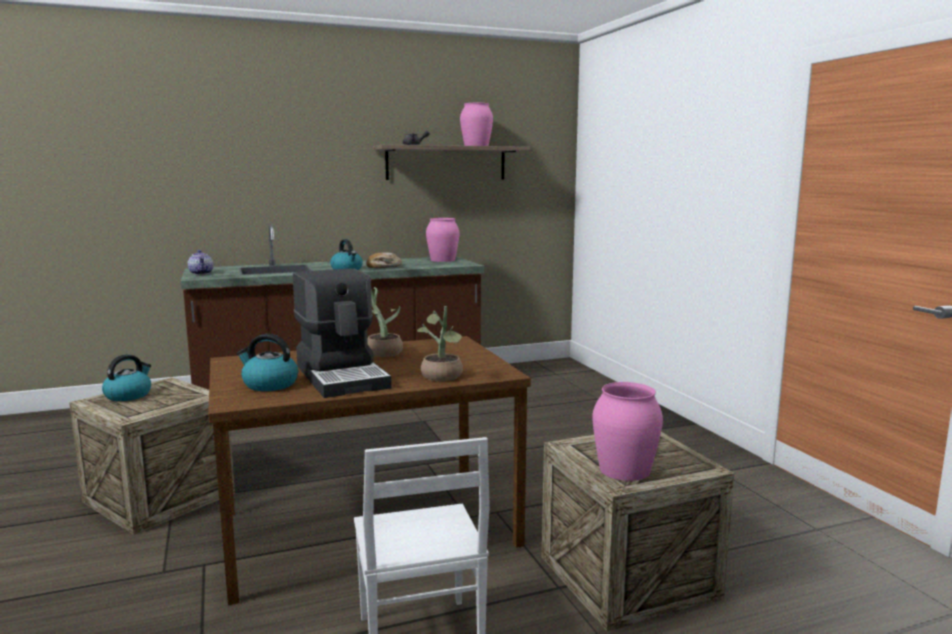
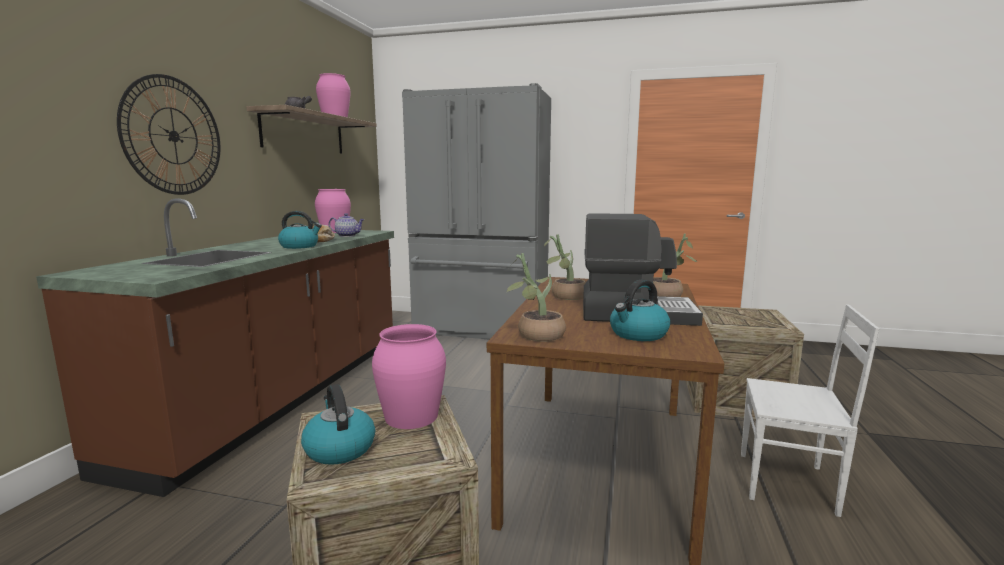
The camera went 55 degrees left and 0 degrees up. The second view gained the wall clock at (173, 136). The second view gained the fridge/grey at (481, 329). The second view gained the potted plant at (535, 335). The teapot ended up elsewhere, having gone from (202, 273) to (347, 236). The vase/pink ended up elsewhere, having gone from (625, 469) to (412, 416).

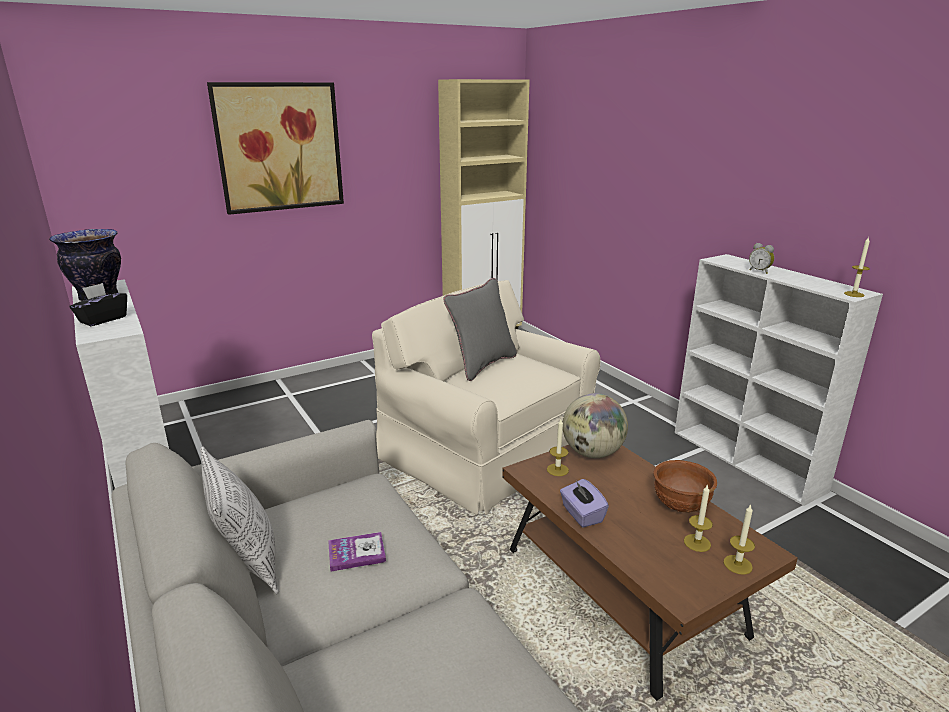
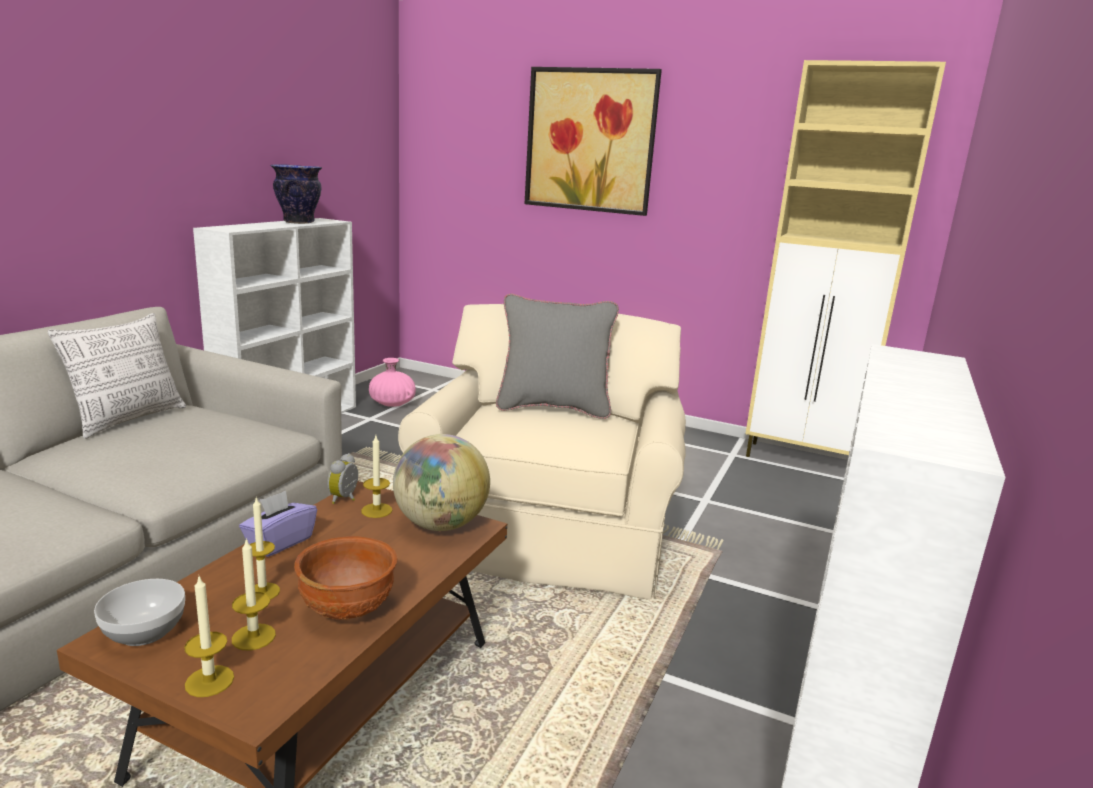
The camera went 55 degrees right and 5 degrees down. The second view lost the tissue box/black at (103, 319). The second view lost the book at (356, 553). The second view gained the bowl at (145, 631). The second view gained the vase/pink at (392, 404). The alarm clock ended up elsewhere, having gone from (759, 271) to (345, 499). The candle ended up elsewhere, having gone from (854, 294) to (262, 592).

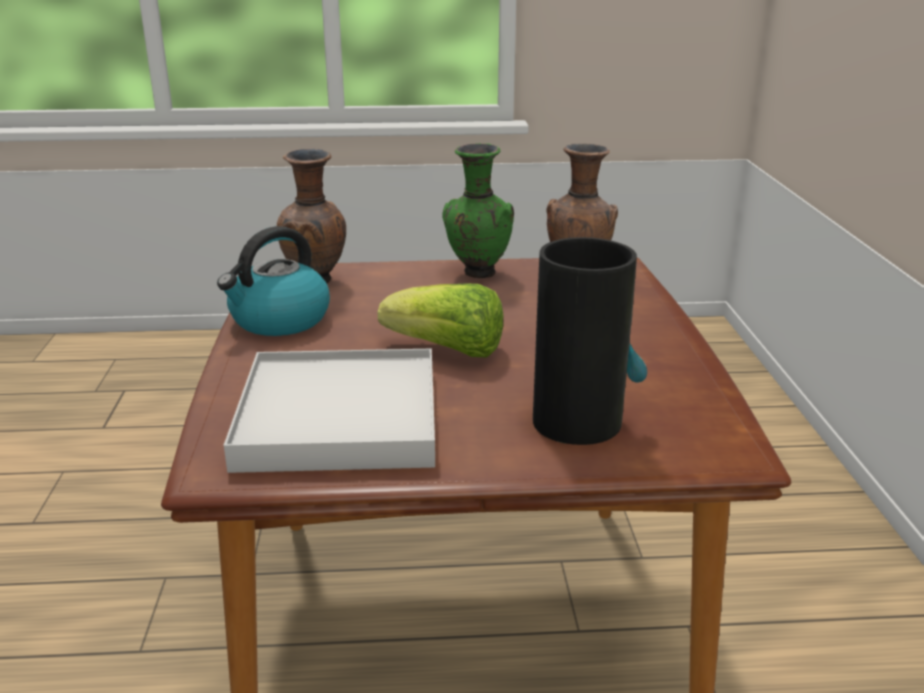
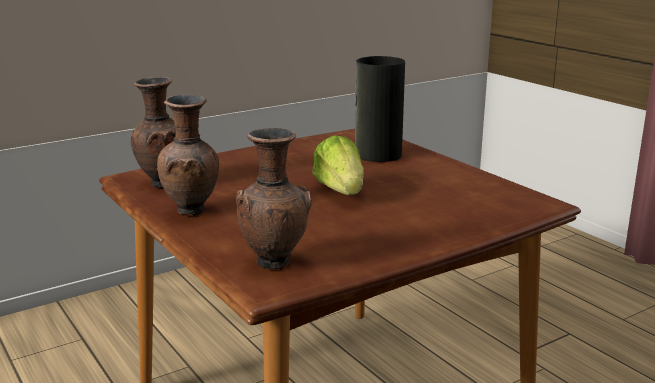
The camera went 120 degrees left and 5 degrees down. The second view lost the kettle at (279, 320). The second view lost the tray/white at (340, 417). What was the vase/green at (477, 274) turned into the vase/brown at (192, 212).

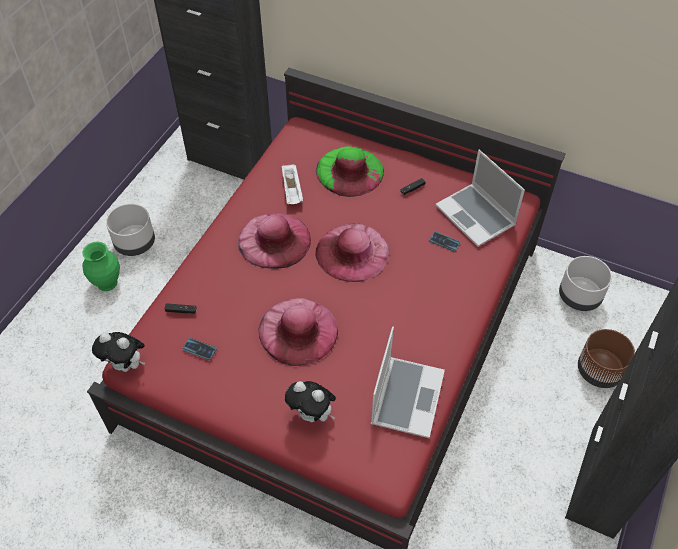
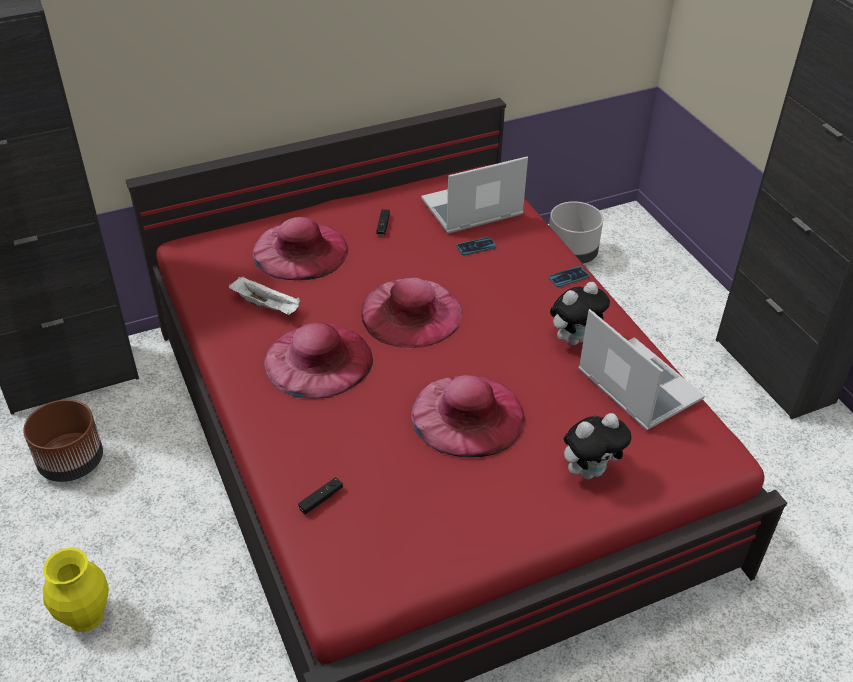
The camera went 50 degrees left and 10 degrees down. The second view lost the planter/grey at (135, 243). The plush toy ended up elsewhere, having gone from (126, 365) to (574, 338). The phone ended up elsewhere, having gone from (199, 349) to (568, 277). The planter/brown ended up elsewhere, having gone from (599, 371) to (72, 462). What was the vase/green at (106, 282) turned into the vase/yellow at (84, 616). What was the hat/green at (350, 171) turned into the hat/pink at (300, 250). The laptop at (476, 216) ended up facing another way, 150 degrees clockwise from before.

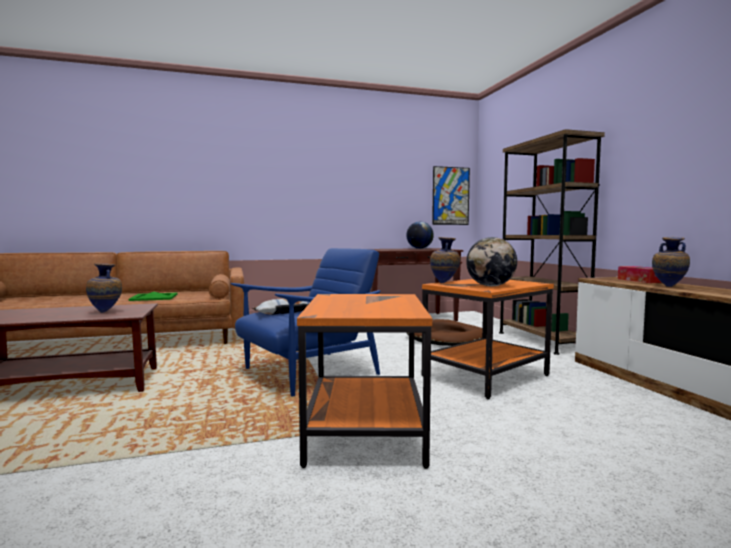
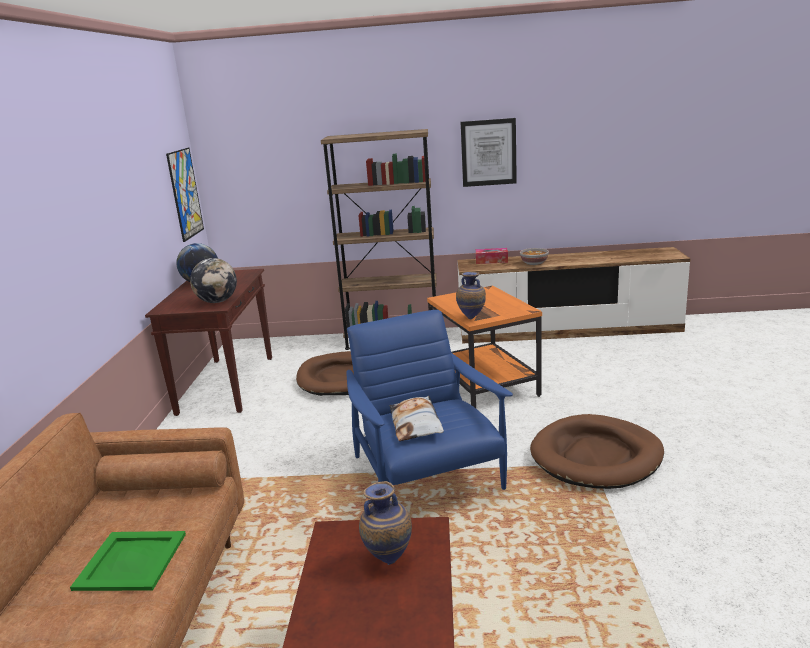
The camera went 70 degrees left and 15 degrees up. The second view gained the picture at (488, 152). The globe ended up elsewhere, having gone from (490, 286) to (217, 301). Where the side table/orange stood at (367, 432), the dog bed/brown came to stand at (596, 456). Where the vase stood at (668, 287), the bowl came to stand at (534, 263).

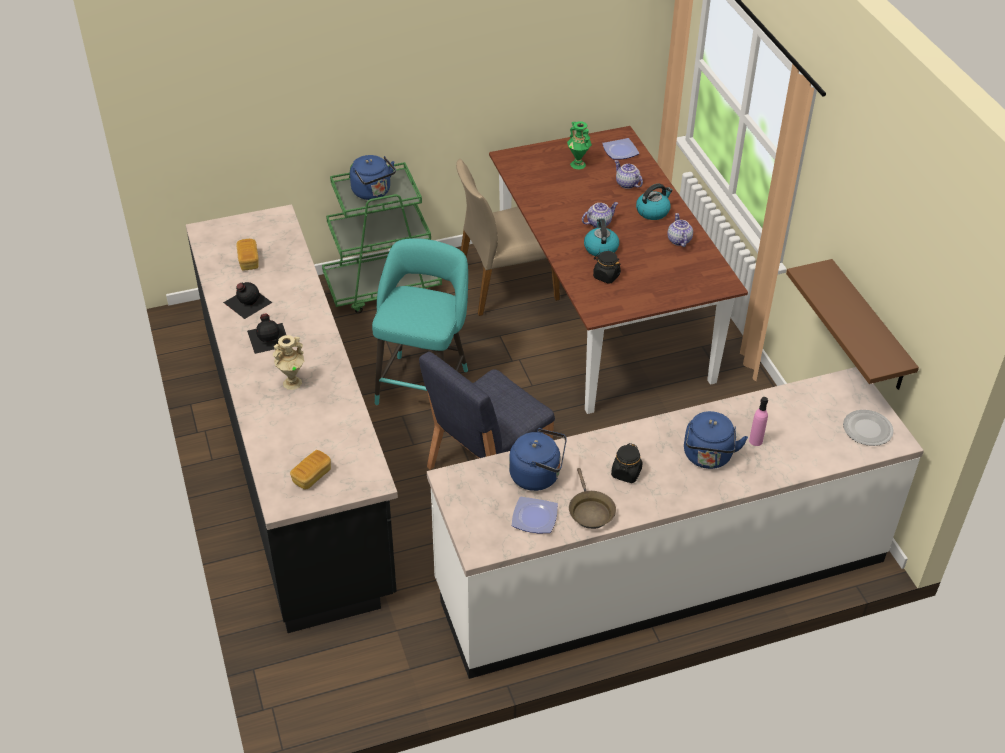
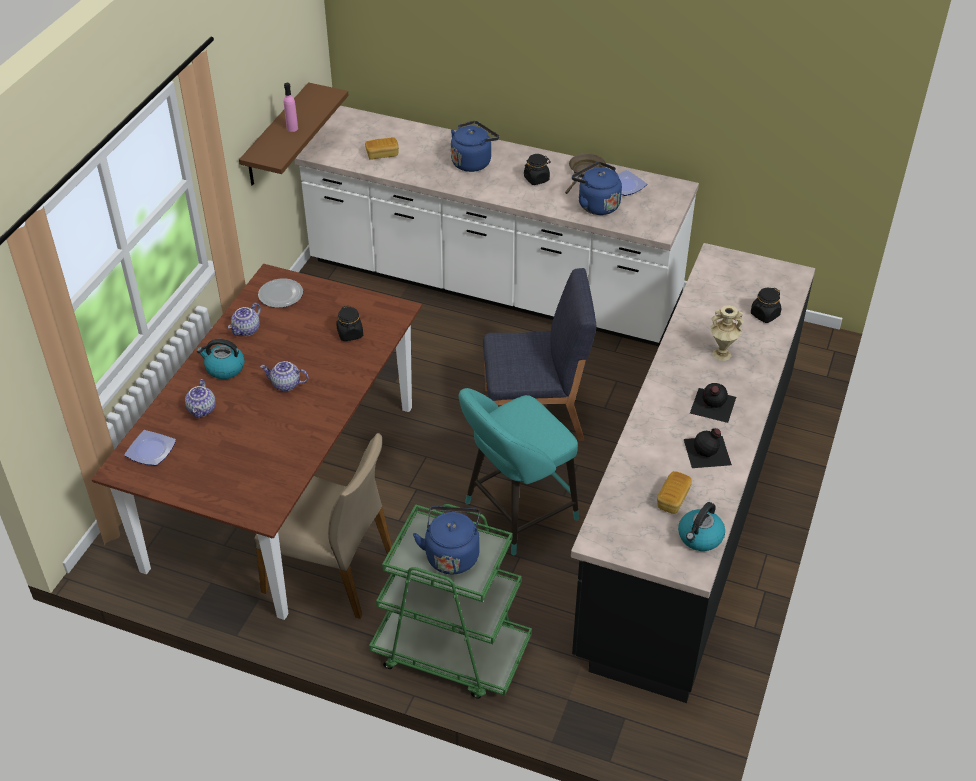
The camera went 140 degrees left and 0 degrees up. The second view lost the vase/green at (578, 164). The second view gained the jar/black at (764, 315). The bread ended up elsewhere, having gone from (312, 476) to (382, 155). The kettle ended up elsewhere, having gone from (600, 248) to (700, 537). The bottle/pink ended up elsewhere, having gone from (755, 441) to (292, 128). The plate ended up elsewhere, having gone from (868, 429) to (280, 294).

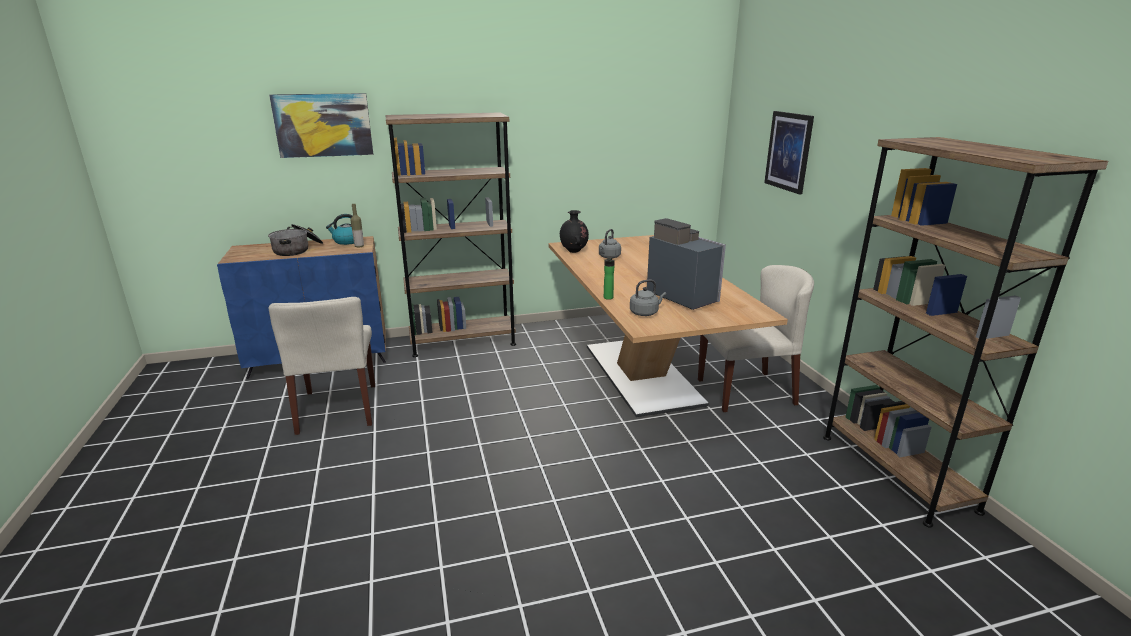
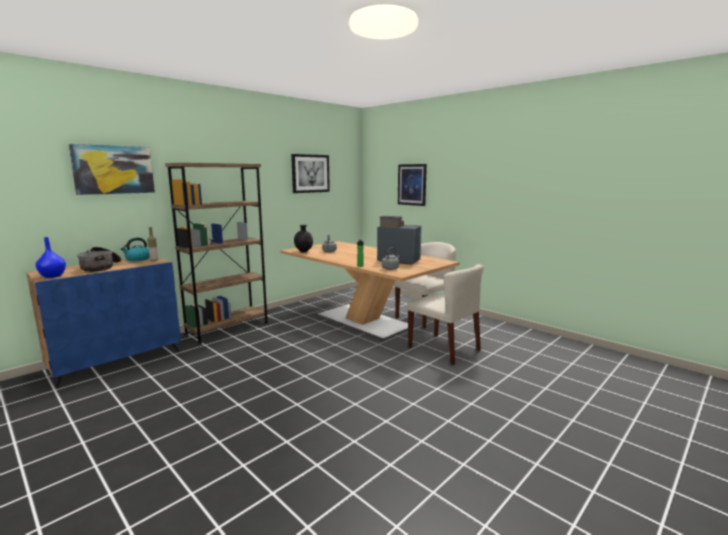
The camera went 30 degrees left and 10 degrees down. The second view lost the bookcase/brown at (896, 472). The second view gained the vase/blue at (53, 276). The second view gained the picture at (310, 173). The chair/beige ended up elsewhere, having gone from (338, 408) to (444, 349).

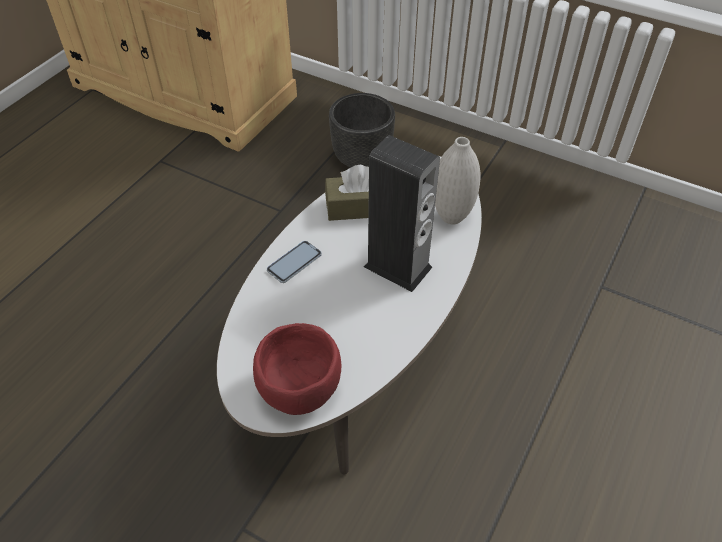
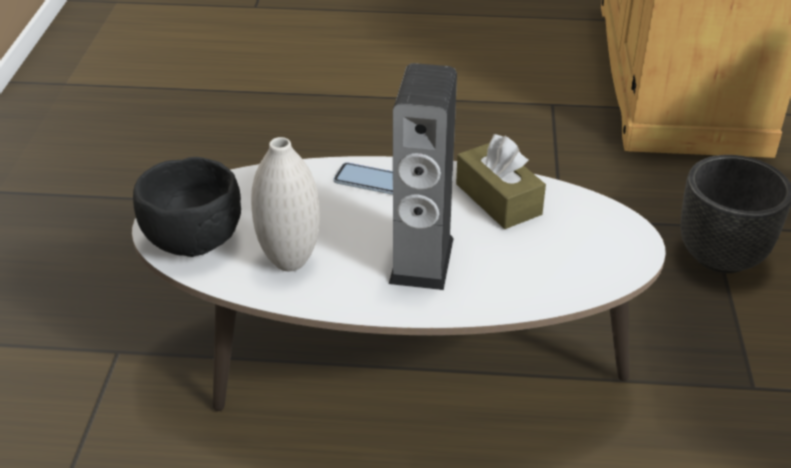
The camera went 65 degrees right and 10 degrees down. The vase/white ended up elsewhere, having gone from (451, 217) to (290, 261). What was the bowl/red at (301, 391) turned into the bowl/black at (193, 242).

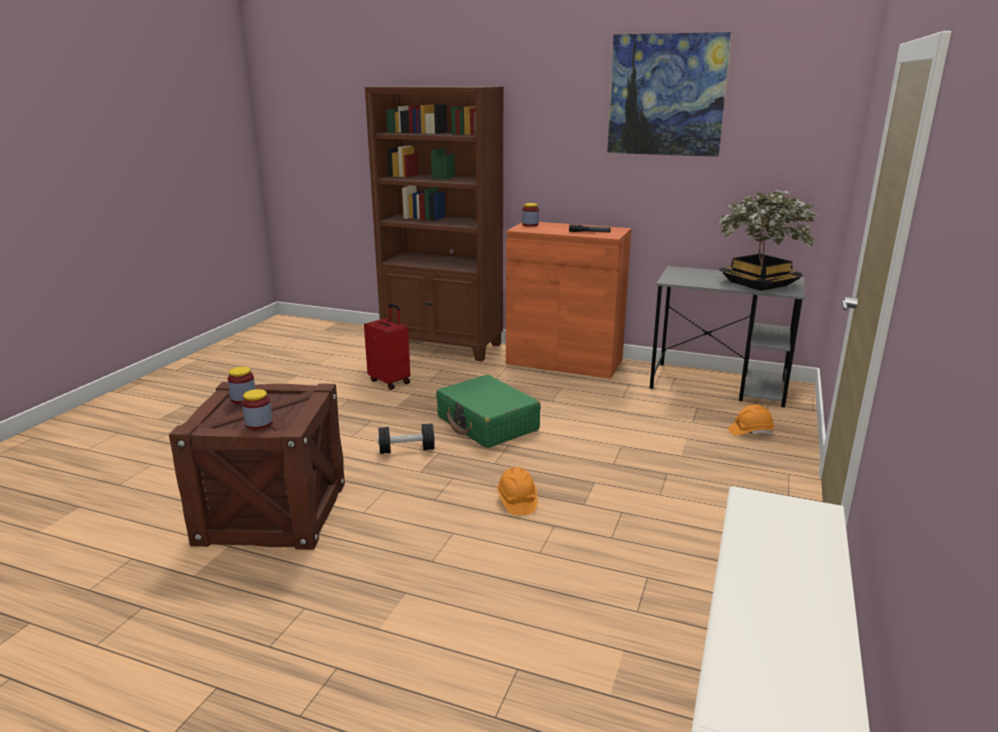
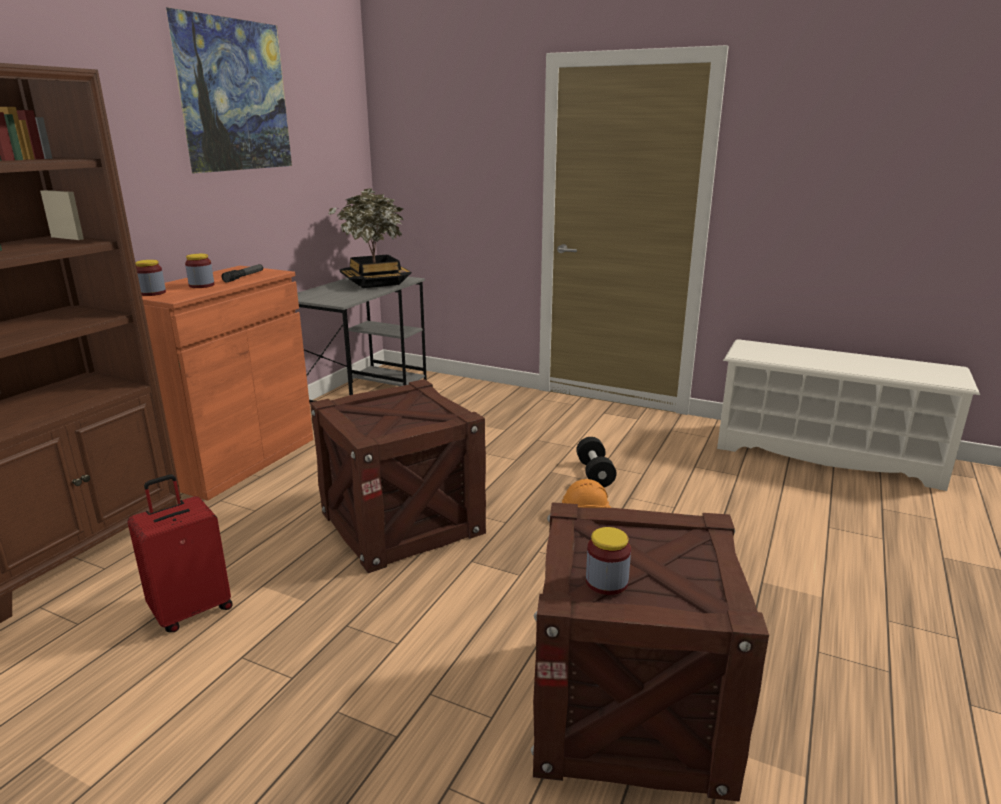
The camera went 85 degrees left and 0 degrees up. The second view lost the hard hat/orange at (750, 432). The jar ended up elsewhere, having gone from (259, 424) to (201, 285). The dumbbell/black ended up elsewhere, having gone from (406, 450) to (595, 473). Where the suitcase/green stood at (487, 424), the crate came to stand at (401, 522).

